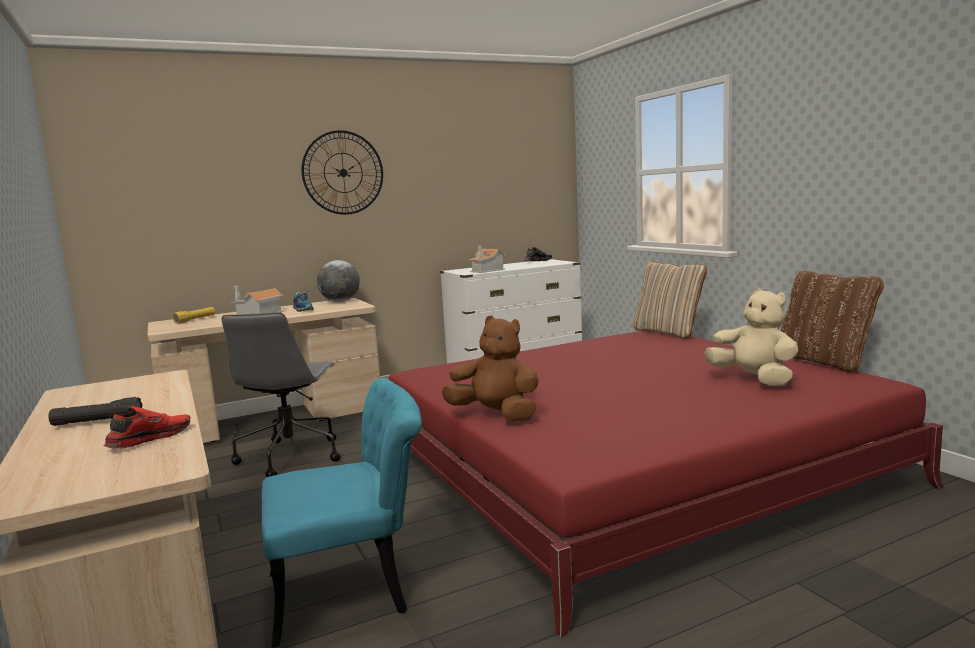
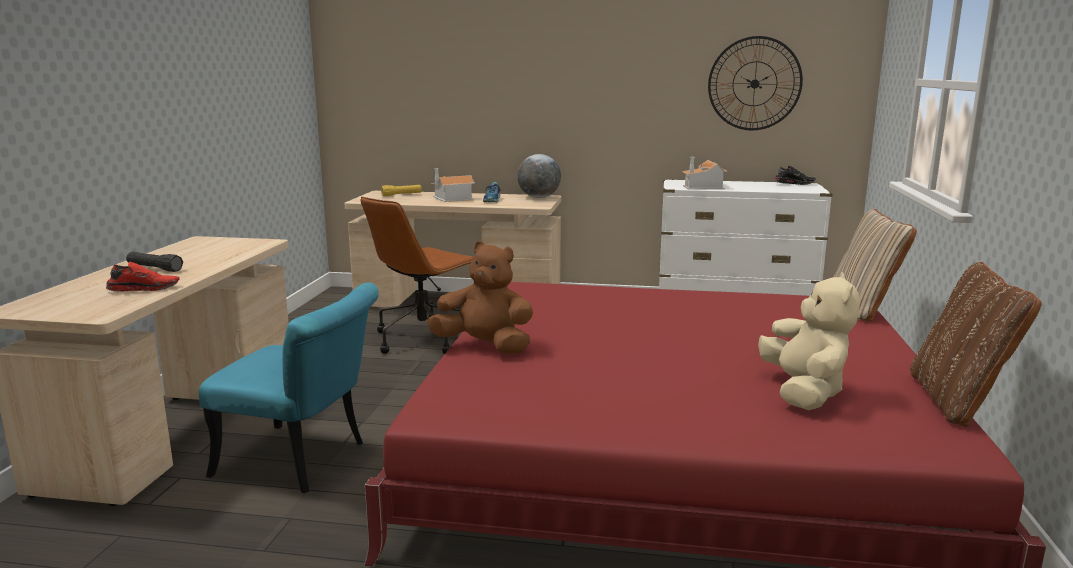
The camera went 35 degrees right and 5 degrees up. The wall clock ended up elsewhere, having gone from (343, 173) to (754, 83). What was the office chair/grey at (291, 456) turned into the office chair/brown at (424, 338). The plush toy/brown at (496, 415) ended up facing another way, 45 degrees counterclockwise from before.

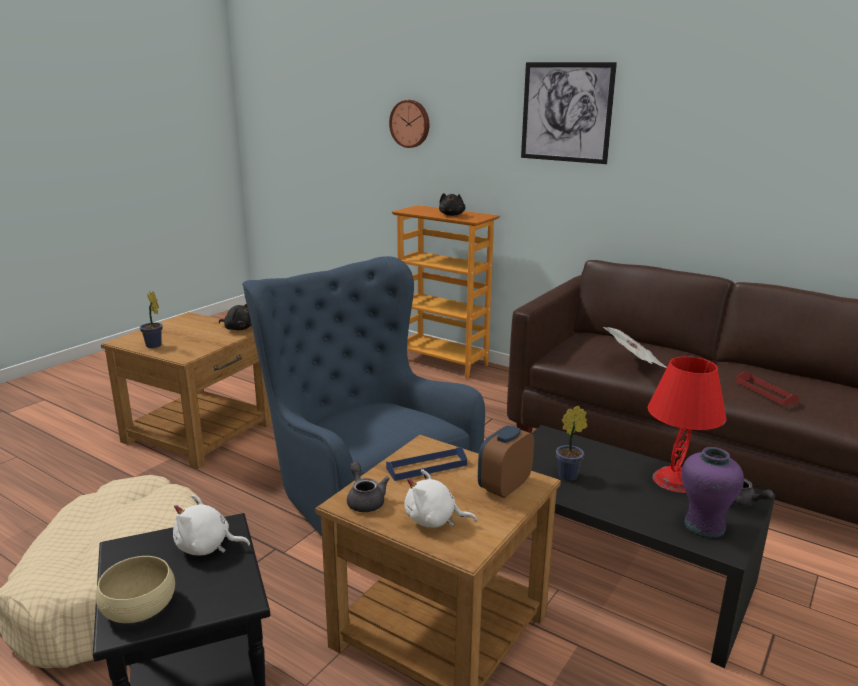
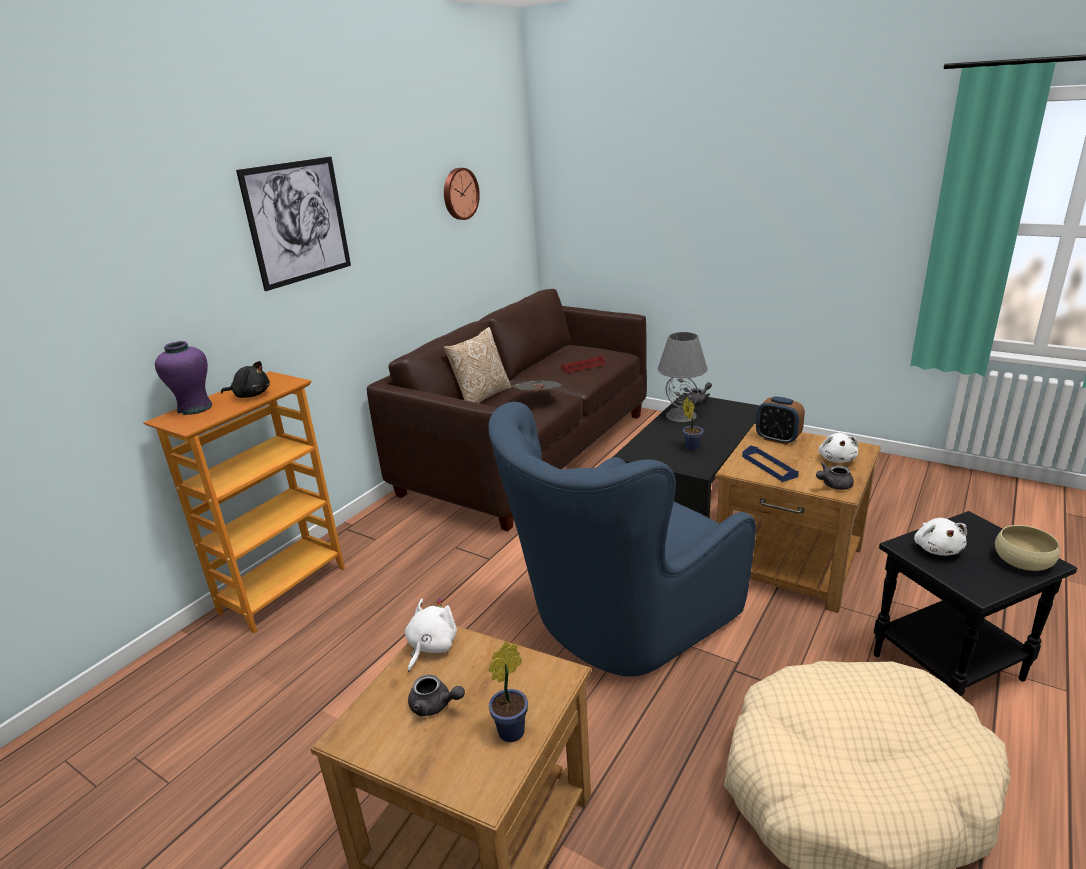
The camera went 90 degrees left and 5 degrees up. The second view gained the teapot/grey at (435, 706). The second view gained the pillow at (481, 397). The wall clock ended up elsewhere, having gone from (410, 123) to (459, 194). The vase/purple ended up elsewhere, having gone from (704, 526) to (195, 408). What was the plush toy/black at (238, 328) turned into the plush toy/white at (431, 646). What was the table lamp/red at (675, 480) turned into the table lamp/grey at (680, 415).

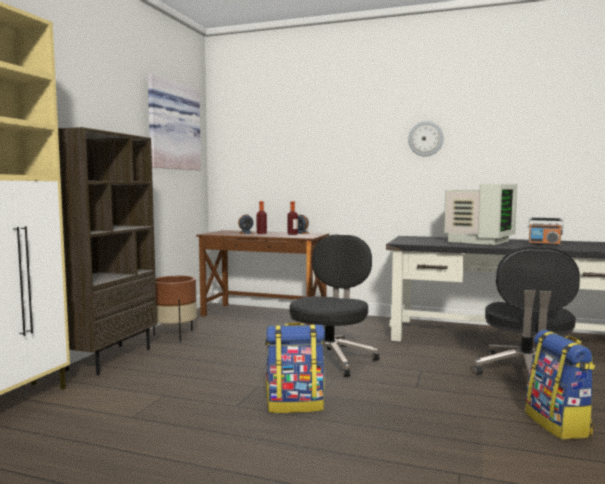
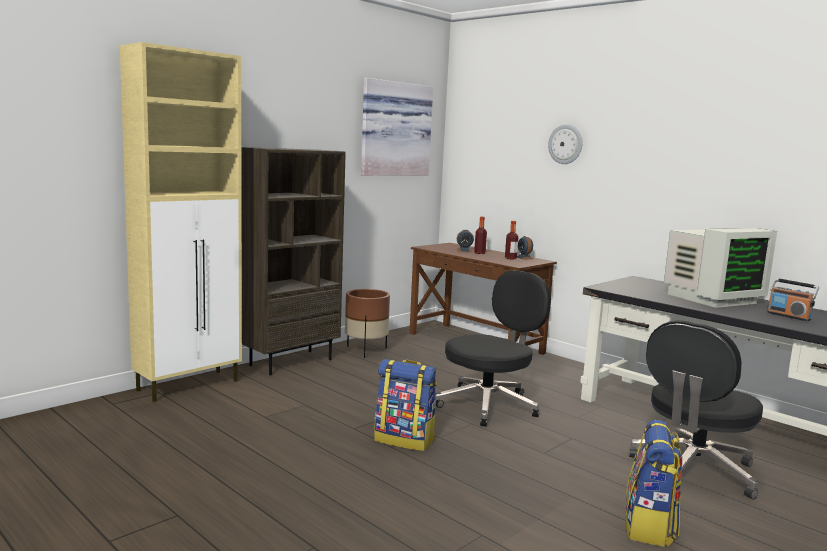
The camera went 25 degrees right and 5 degrees up. The wall clock ended up elsewhere, having gone from (425, 139) to (565, 144).

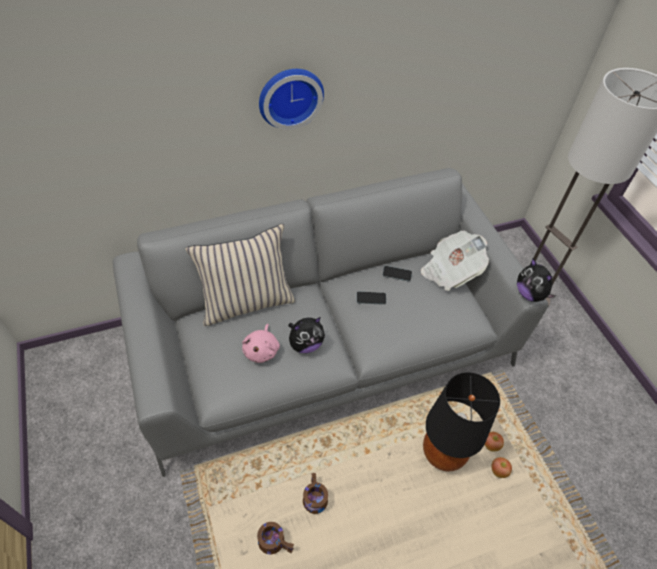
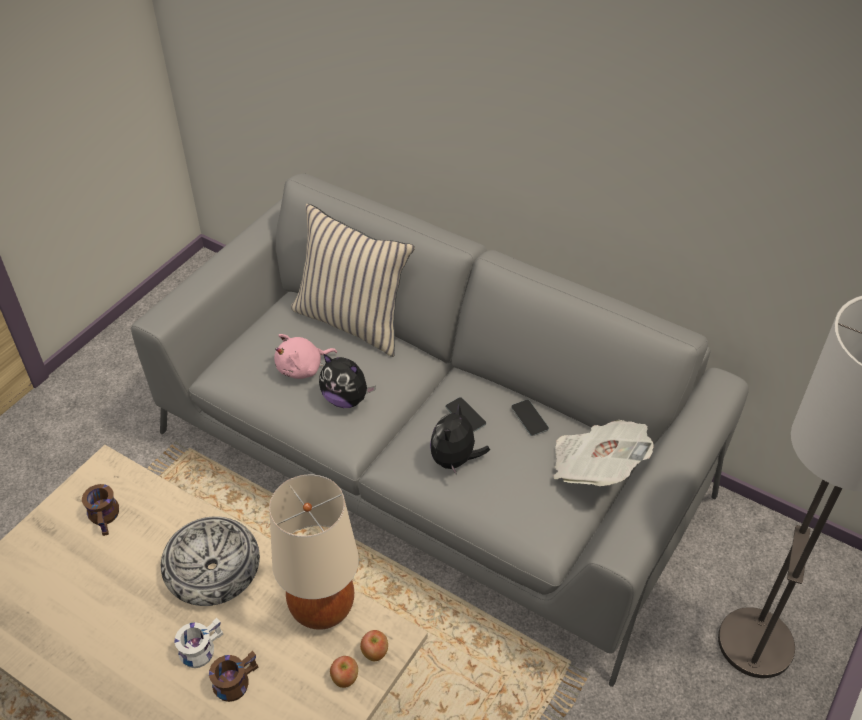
The camera went 55 degrees right and 5 degrees down. The second view lost the wall clock at (289, 96). The second view gained the bowl at (213, 568). The second view gained the mug/white at (200, 647). The mug/brown ended up elsewhere, having gone from (312, 498) to (234, 680). The plush toy ended up elsewhere, having gone from (530, 294) to (455, 460). What was the table lamp/black at (443, 454) turned into the table lamp/beige at (322, 609).

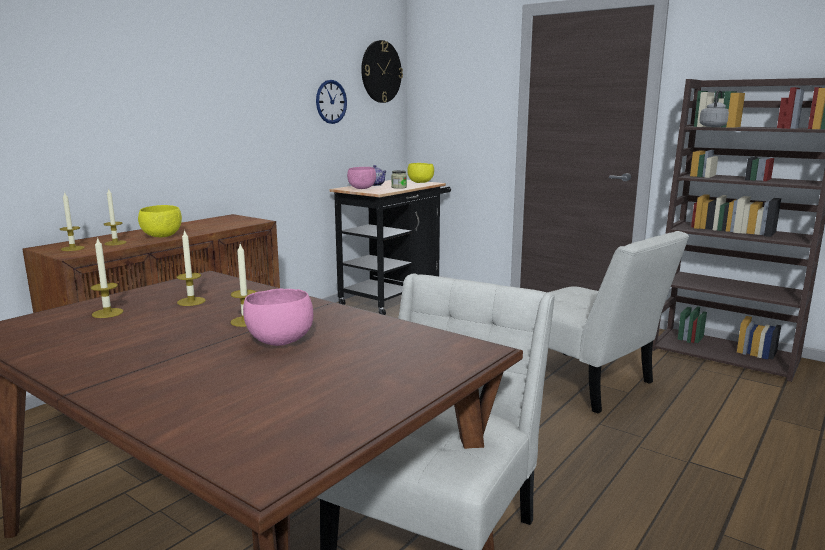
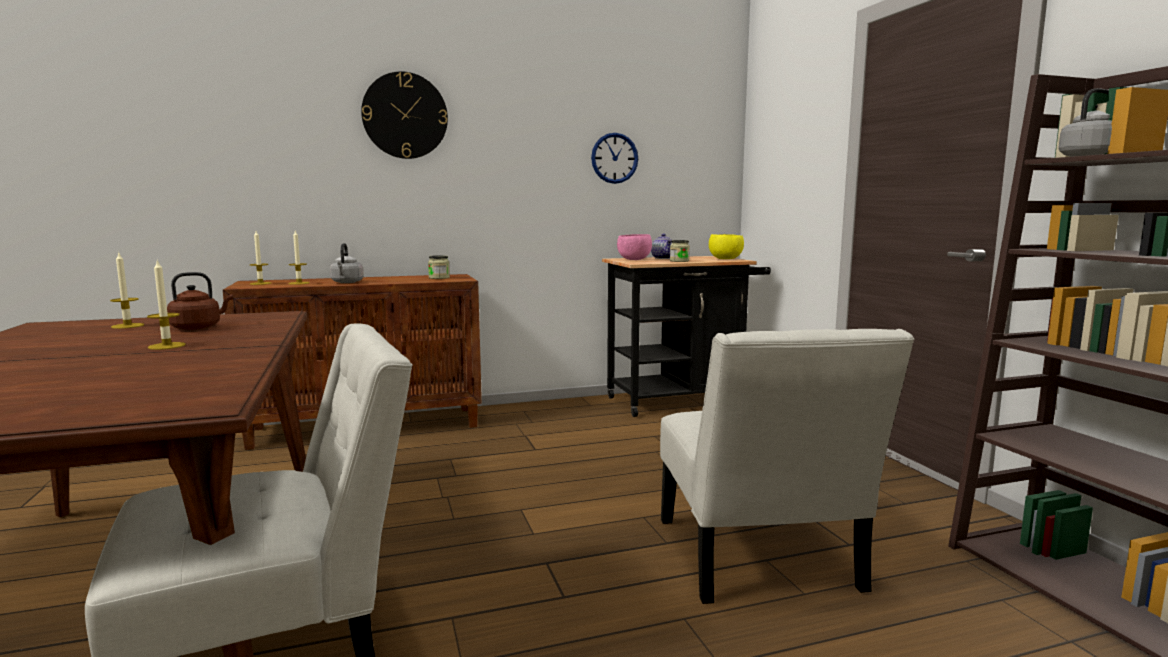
The camera went 35 degrees right and 5 degrees down. The second view lost the bowl/pink at (279, 342). The second view gained the jar at (439, 278). The wall clock ended up elsewhere, having gone from (381, 72) to (405, 116). Where the bowl/yellow stood at (163, 236), the kettle/grey came to stand at (347, 282). Where the candle stood at (191, 301), the kettle/brown came to stand at (199, 327).

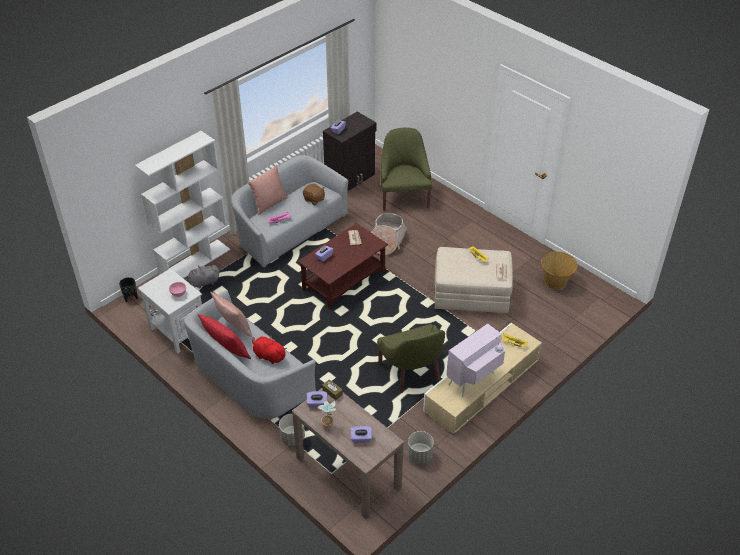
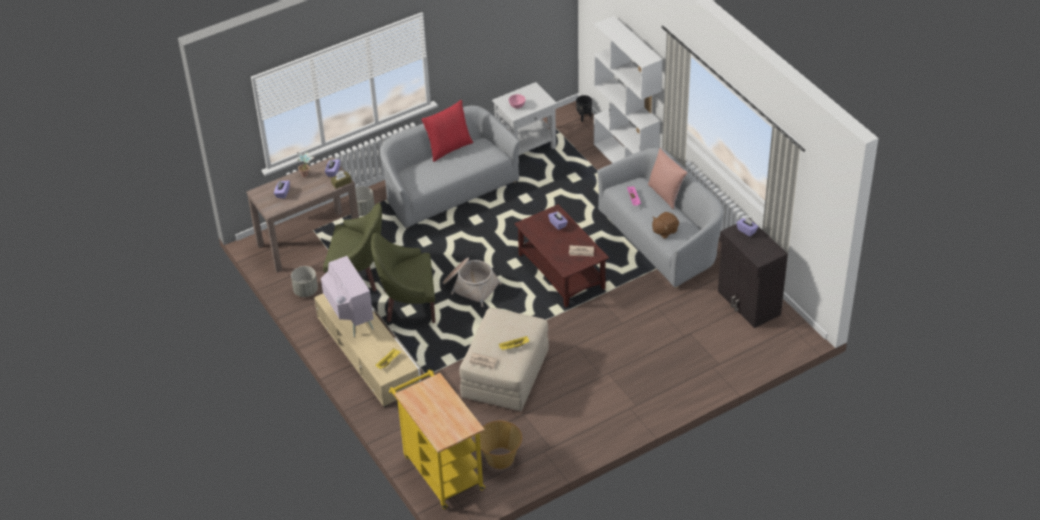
The camera went 105 degrees right and 0 degrees up. The second view lost the plush toy/grey at (203, 283). The second view lost the pillow/pink at (234, 327). The second view lost the plush toy/red at (268, 356). The second view gained the cart/yellow at (440, 469). The basket ended up elsewhere, having gone from (387, 240) to (470, 286). The armchair/green ended up elsewhere, having gone from (404, 196) to (358, 274).

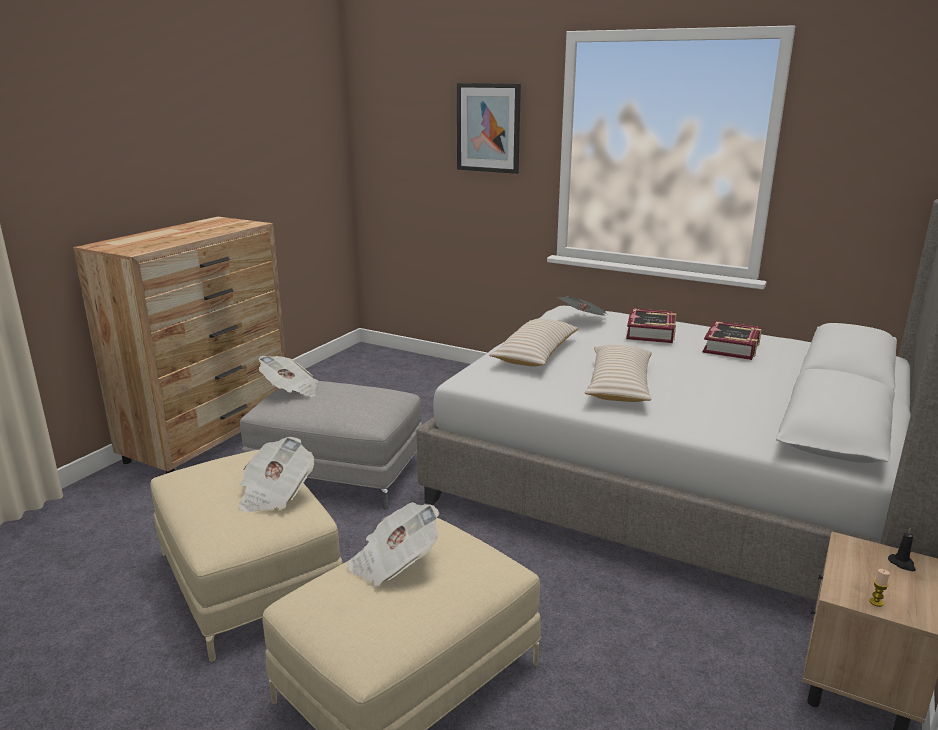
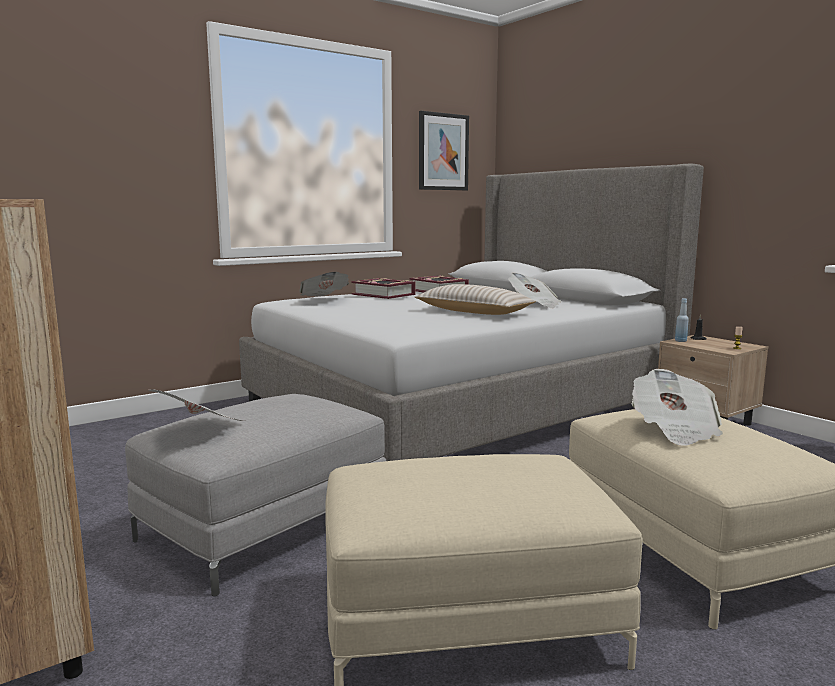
The camera went 65 degrees left and 10 degrees down. The second view lost the pillow/beige at (535, 354). The second view gained the bottle/blue at (680, 341). The newspaper ended up elsewhere, having gone from (275, 494) to (534, 305). The picture ended up elsewhere, having gone from (488, 128) to (443, 152).

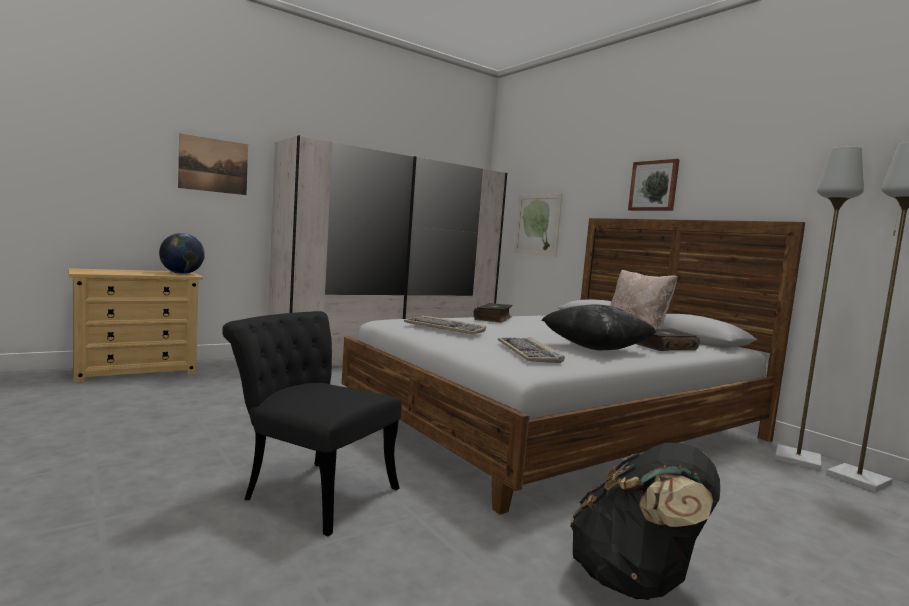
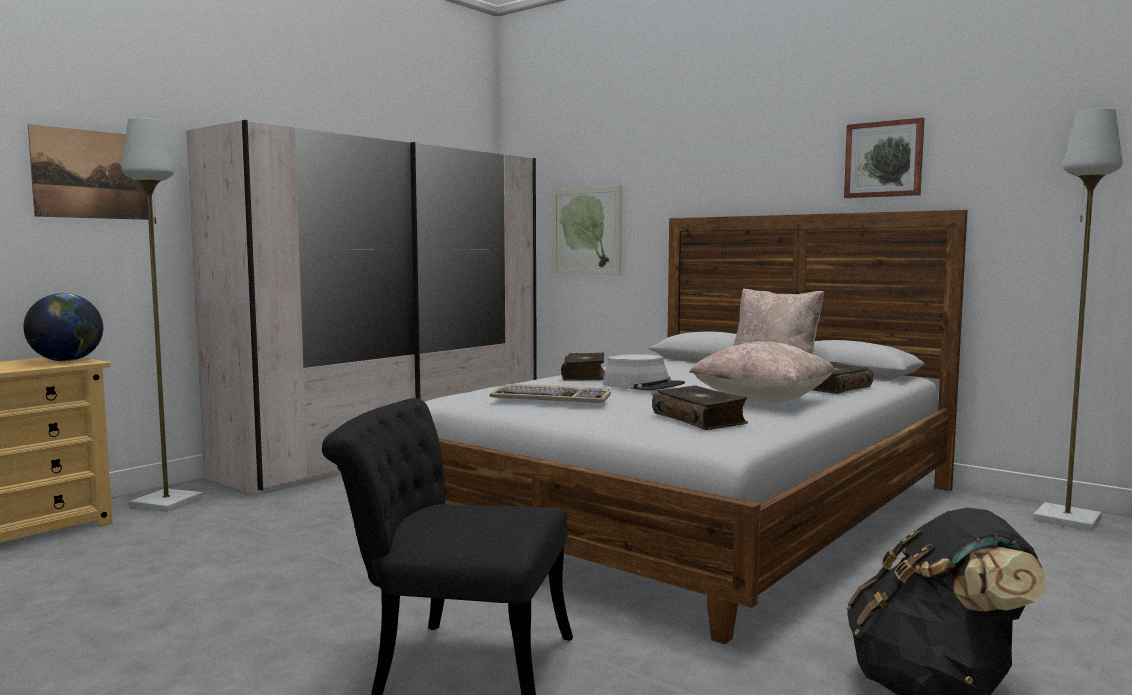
The camera went 15 degrees left and 0 degrees up. The second view gained the hat/grey at (643, 385). The picture ended up elsewhere, having gone from (654, 186) to (884, 159). The floor lamp/grey ended up elsewhere, having gone from (796, 459) to (166, 502). Where the keyboard stood at (529, 353), the book came to stand at (700, 419). What was the pillow/black at (596, 348) turned into the pillow/beige at (762, 401).

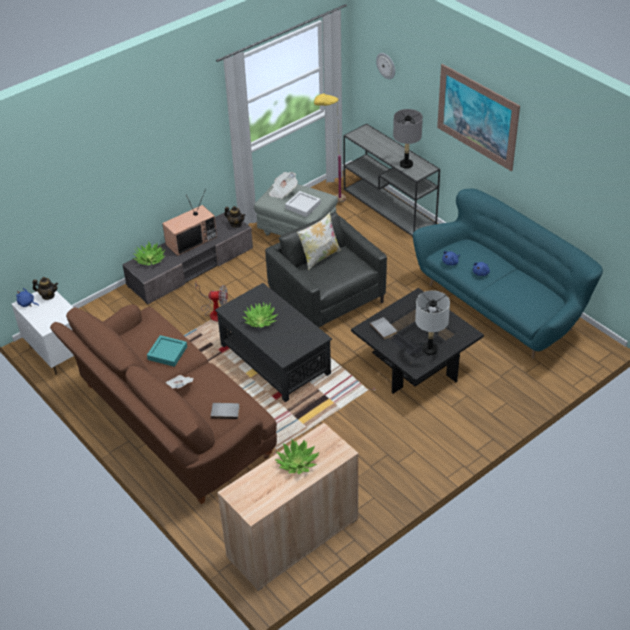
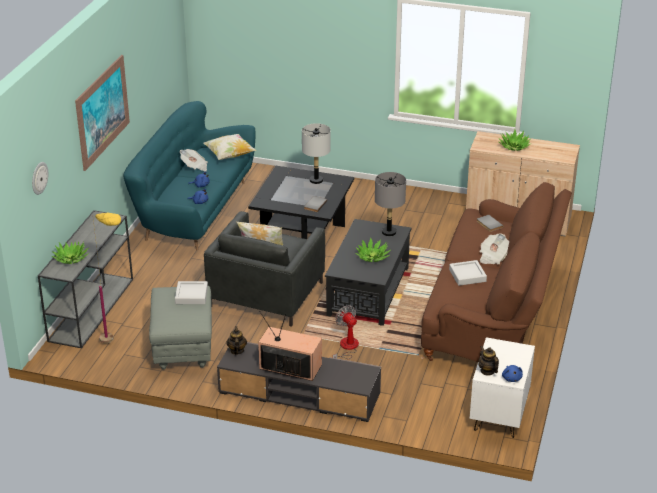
The camera went 125 degrees left and 10 degrees down. The second view gained the pillow at (229, 155). The potted plant ended up elsewhere, having gone from (150, 259) to (71, 258). The newspaper ended up elsewhere, having gone from (283, 191) to (194, 167). The table lamp/grey ended up elsewhere, having gone from (406, 164) to (388, 232). What was the tray/turquoise at (167, 353) turned into the tray/grey at (467, 275).

